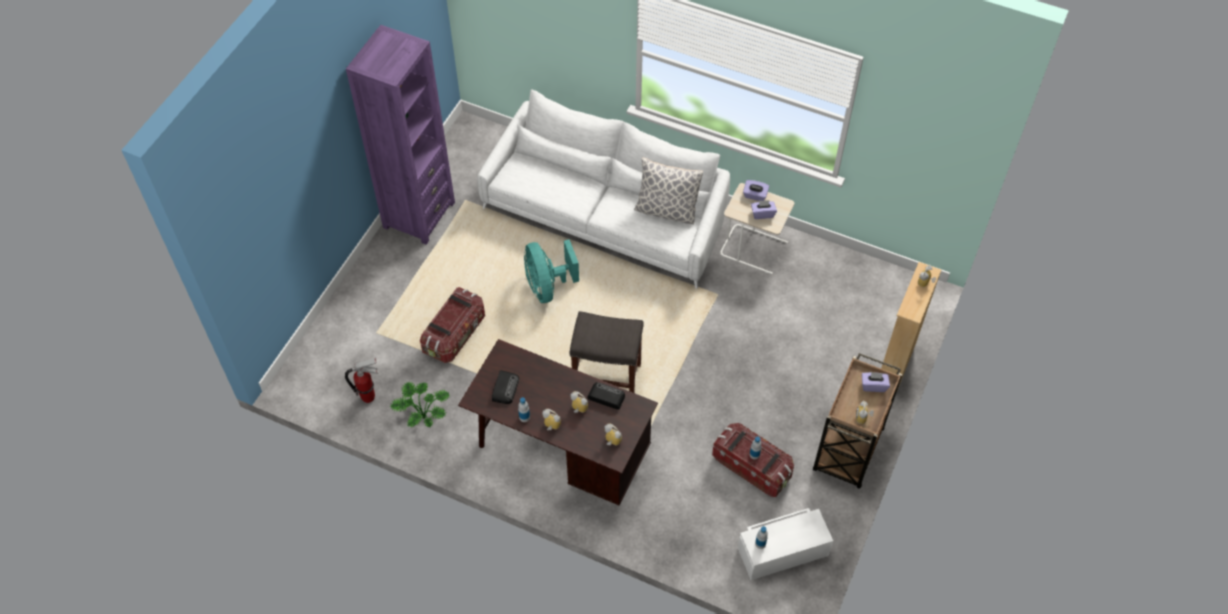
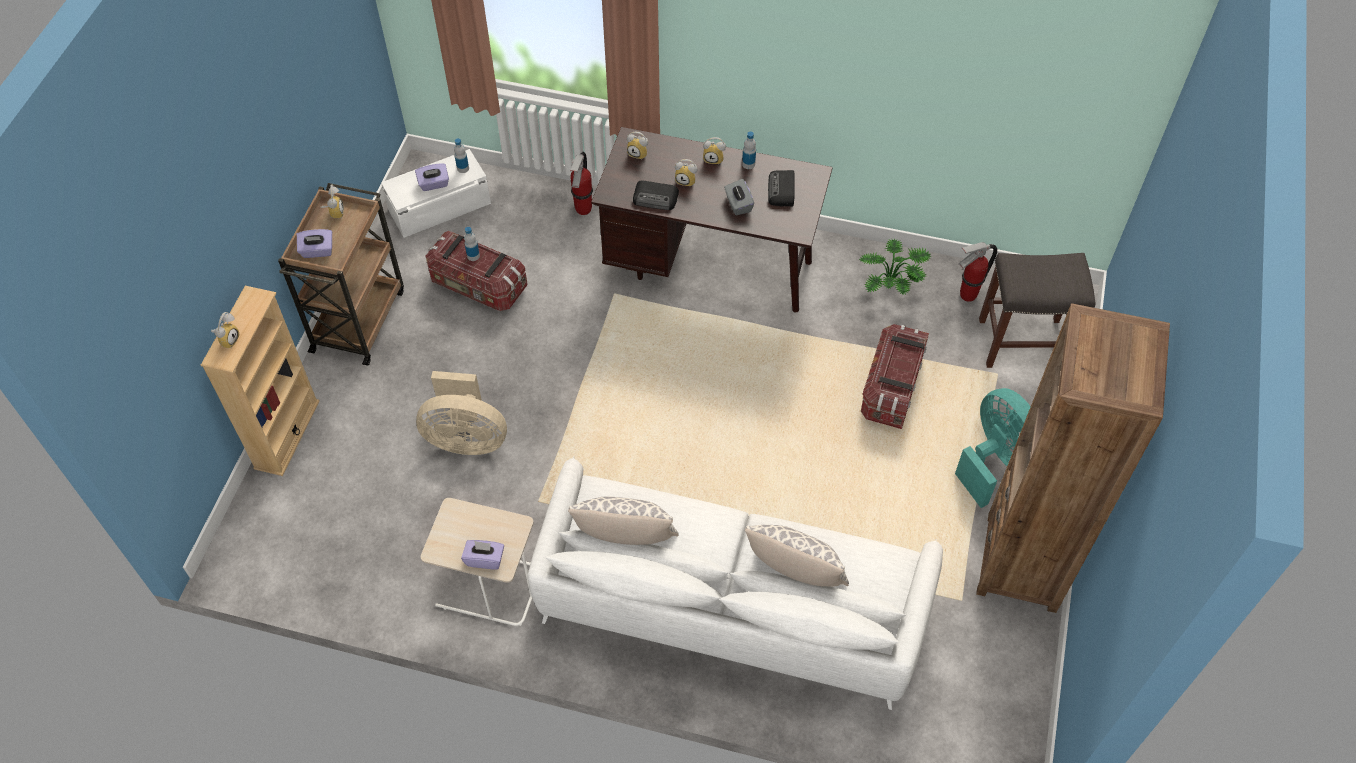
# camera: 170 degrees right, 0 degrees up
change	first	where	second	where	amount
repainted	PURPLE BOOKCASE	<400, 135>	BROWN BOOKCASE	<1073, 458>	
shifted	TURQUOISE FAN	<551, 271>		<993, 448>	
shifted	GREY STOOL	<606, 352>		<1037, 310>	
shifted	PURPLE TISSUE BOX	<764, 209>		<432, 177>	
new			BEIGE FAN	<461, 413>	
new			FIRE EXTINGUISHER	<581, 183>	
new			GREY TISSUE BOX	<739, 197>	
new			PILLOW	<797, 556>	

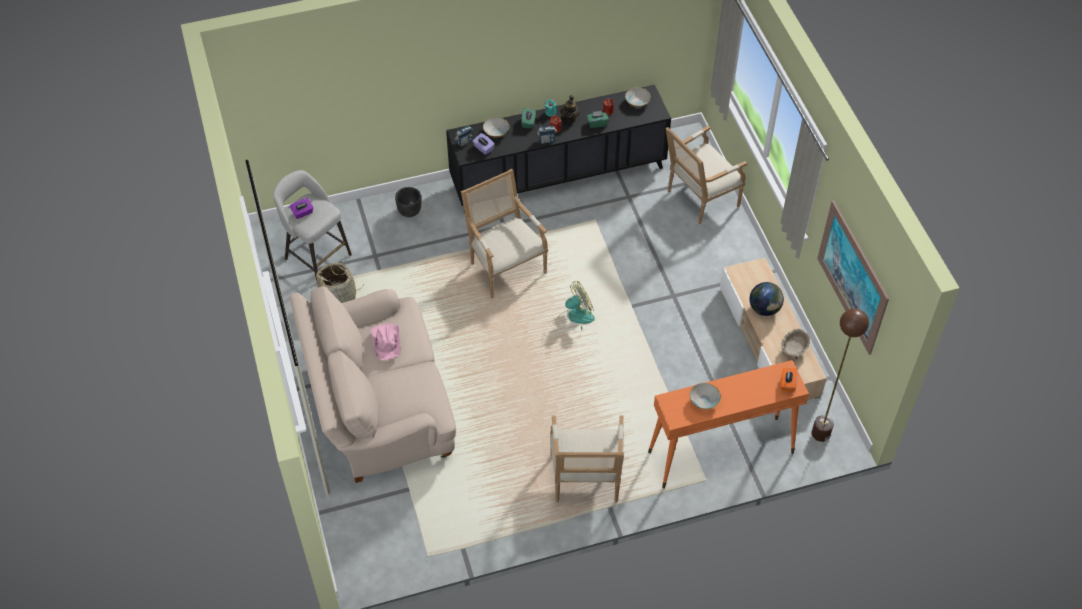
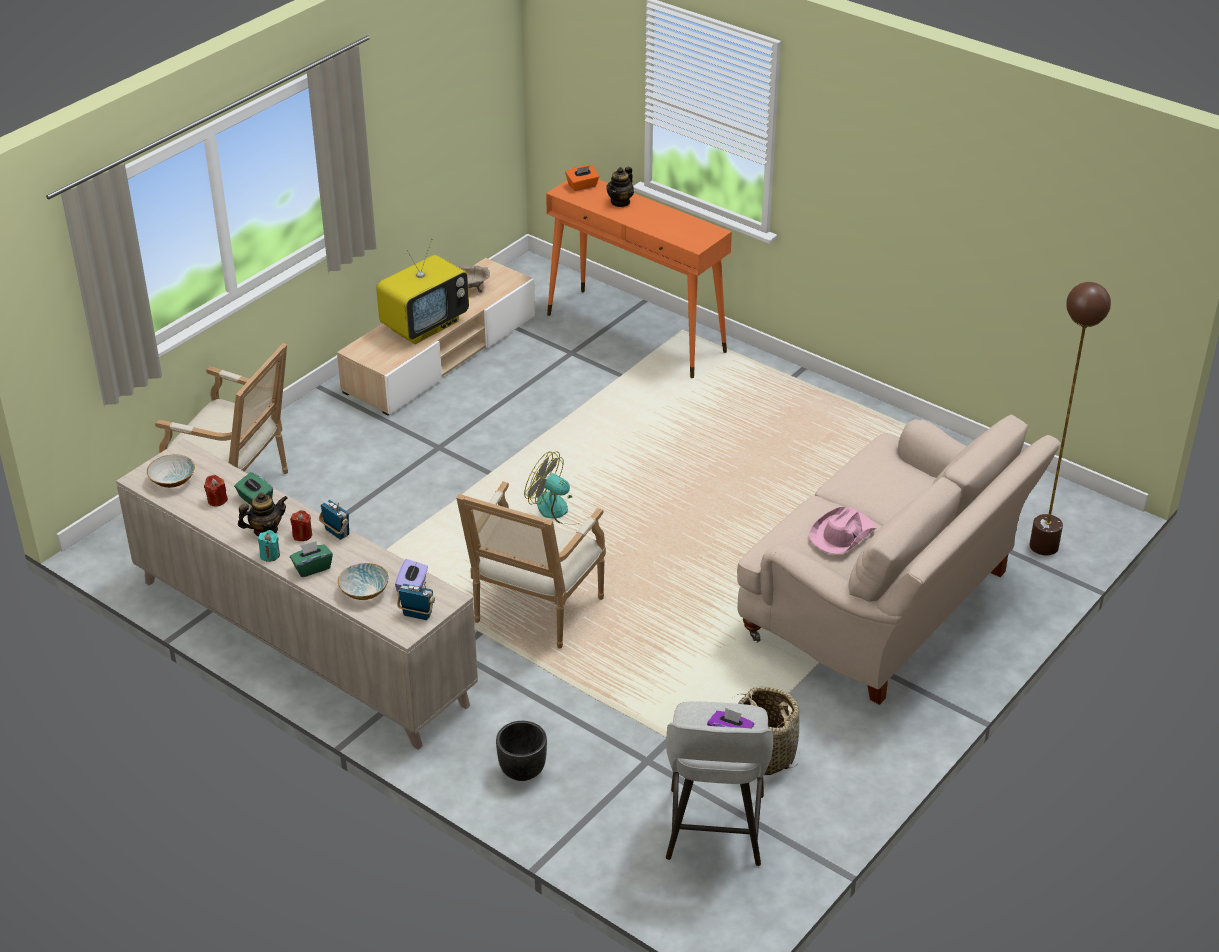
# camera: 125 degrees left, 15 degrees down
change	first	where	second	where	amount
repainted	BLACK CABINET	<558, 149>	BEIGE CABINET	<297, 594>	
gone	ARMCHAIR	<587, 458>			
gone	BOWL	<705, 396>			
swapped	GLOBE	<767, 299>	TELEVISION	<422, 291>	
shifted	BROWN FLOOR LAMP	<840, 375>		<1070, 418>	
gone	PICTURE	<853, 277>			
new			TEAPOT	<620, 187>	

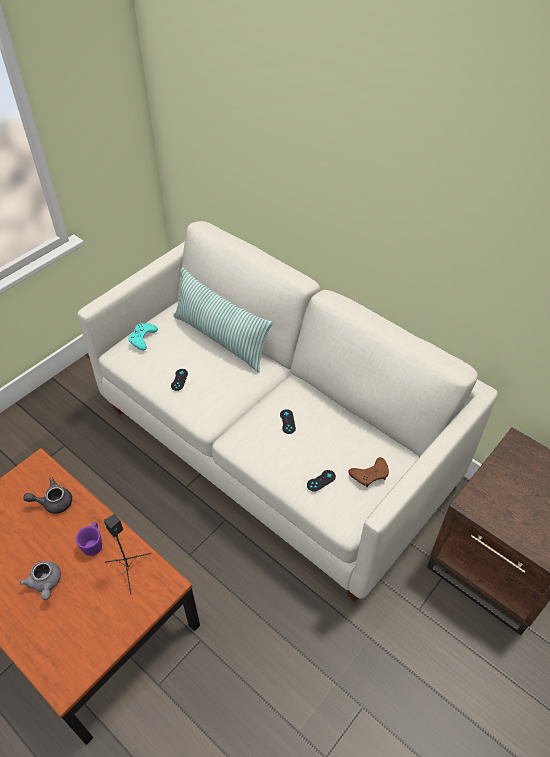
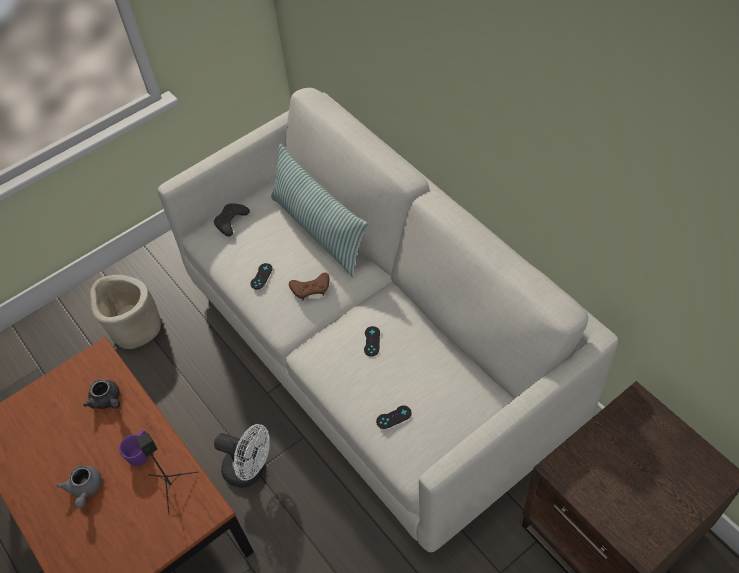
# camera: 15 degrees right, 5 degrees up
change	first	where	second	where	amount
rotated	GREY TEAPOT	<47, 496>		<102, 394>	135 degrees counterclockwise
repainted	TURQUOISE GAME CONTROLLER	<143, 337>	GREY GAME CONTROLLER	<232, 220>	
shifted	BROWN GAME CONTROLLER	<368, 472>		<309, 287>	
new			BEIGE PLANTER	<125, 312>	
new			WHITE FAN	<242, 456>	

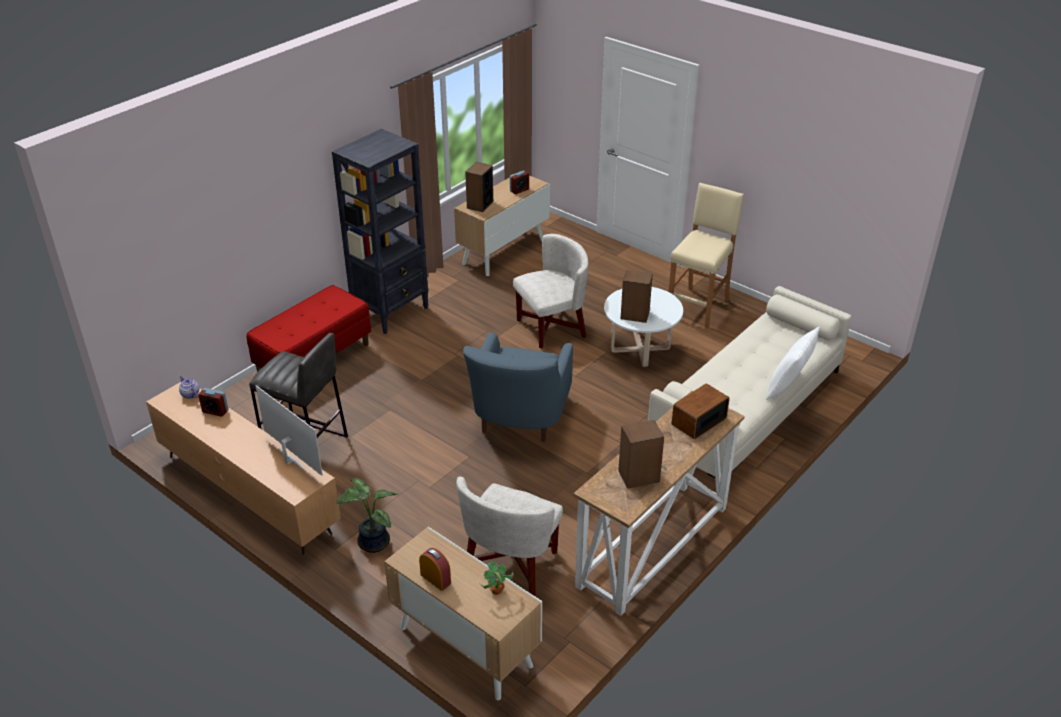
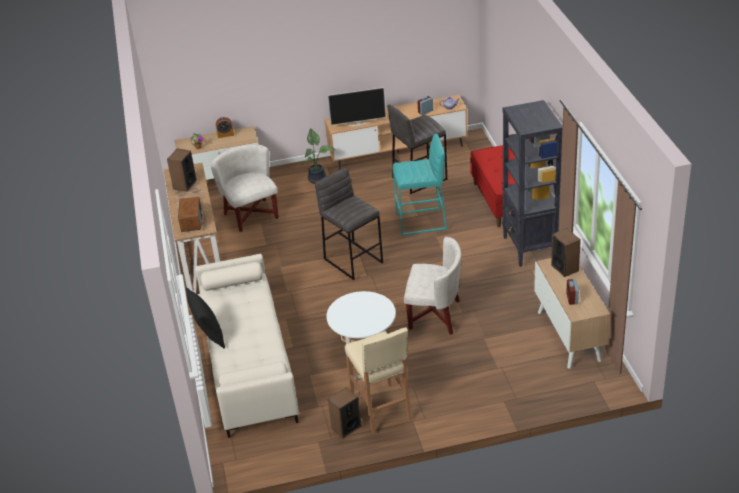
# camera: 130 degrees right, 0 degrees up
change	first	where	second	where	amount
swapped	BLUE ARMCHAIR	<518, 387>	GREY STOOL	<349, 223>	
rotated	WHITE ARMCHAIR	<550, 291>		<432, 286>	90 degrees counterclockwise
shifted	SPEAKER	<637, 296>		<344, 412>	
repainted	WHITE PILLOW	<793, 363>	BLACK PILLOW	<205, 318>	
new			TURQUOISE STOOL	<420, 185>	

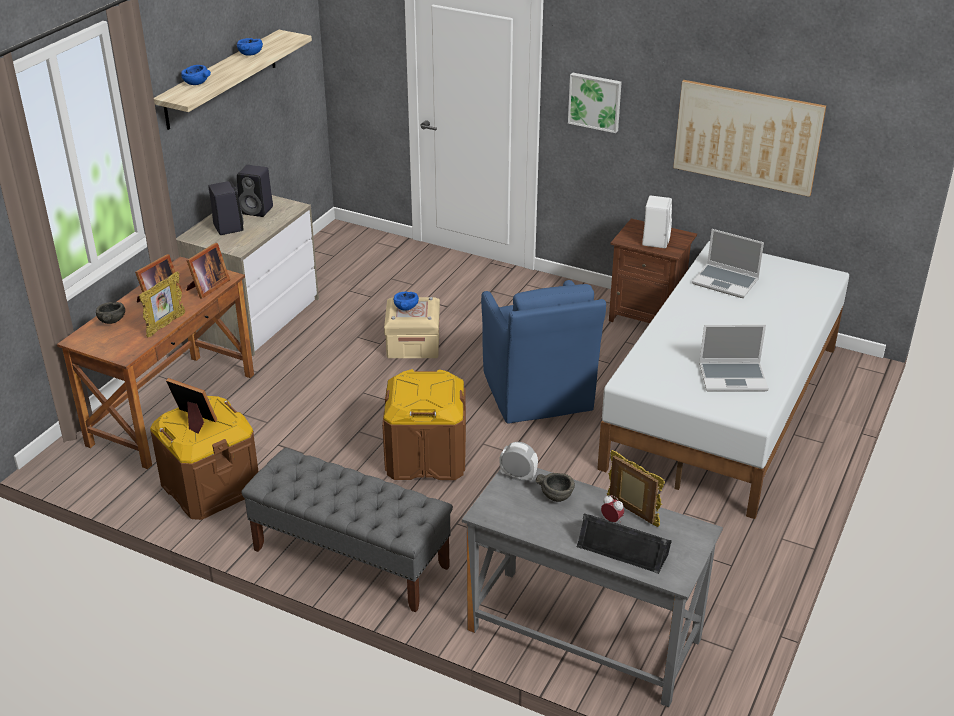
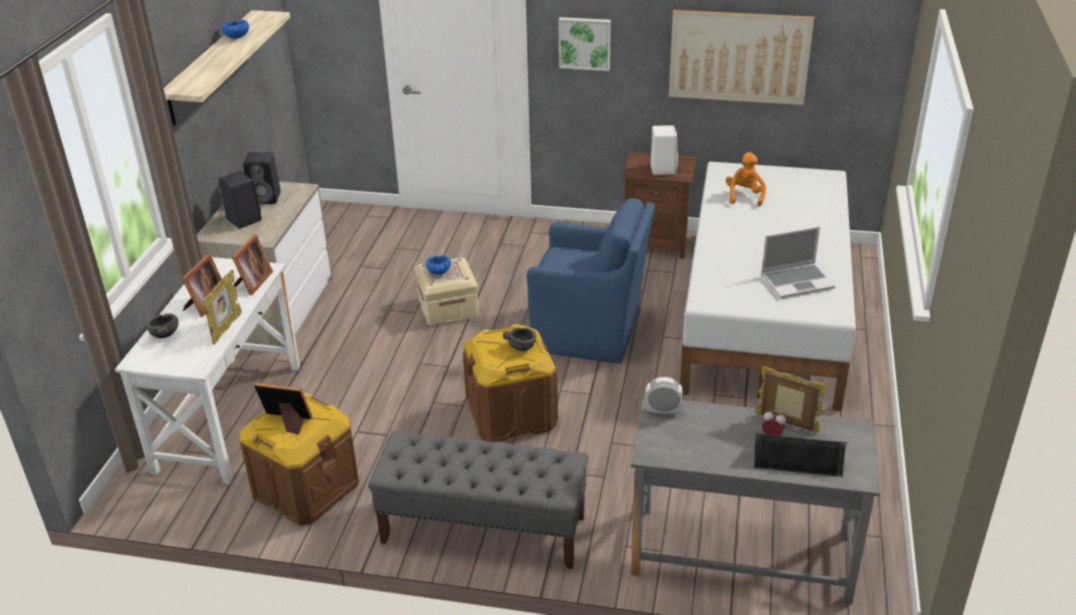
# camera: 15 degrees left, 0 degrees up
change	first	where	second	where	amount
repainted	BROWN DESK	<155, 363>	WHITE DESK	<207, 370>	
gone	BLUE BOWL	<196, 75>			
rotated	BLUE ARMCHAIR	<543, 352>		<591, 281>	45 degrees counterclockwise
shifted	GREY BOWL	<555, 487>		<519, 339>	
swapped	LAPTOP	<728, 263>	ORANGE PLUSH TOY	<746, 179>	

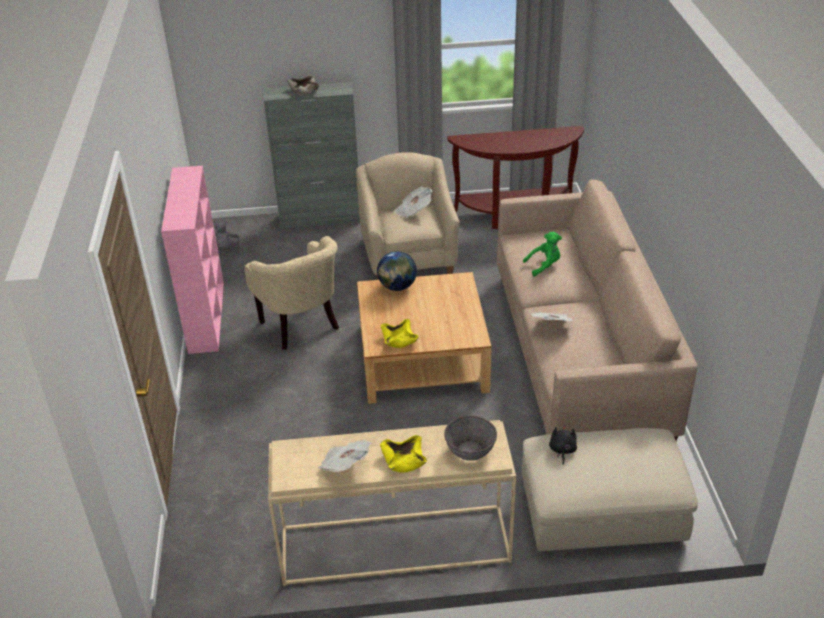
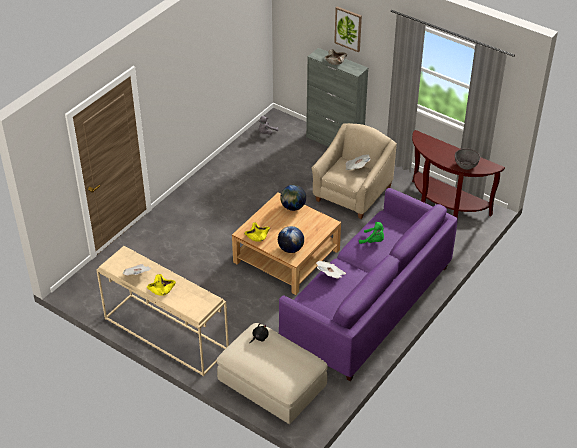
# camera: 40 degrees right, 5 degrees up
change	first	where	second	where	amount
gone	PINK BOOKCASE	<192, 260>			
gone	BEIGE ARMCHAIR	<291, 293>			
shifted	GREY BOWL	<470, 438>		<467, 159>	
repainted	BEIGE SOFA	<597, 310>	PURPLE SOFA	<368, 284>	
new			GLOBE	<291, 239>	
new			PICTURE	<348, 29>	

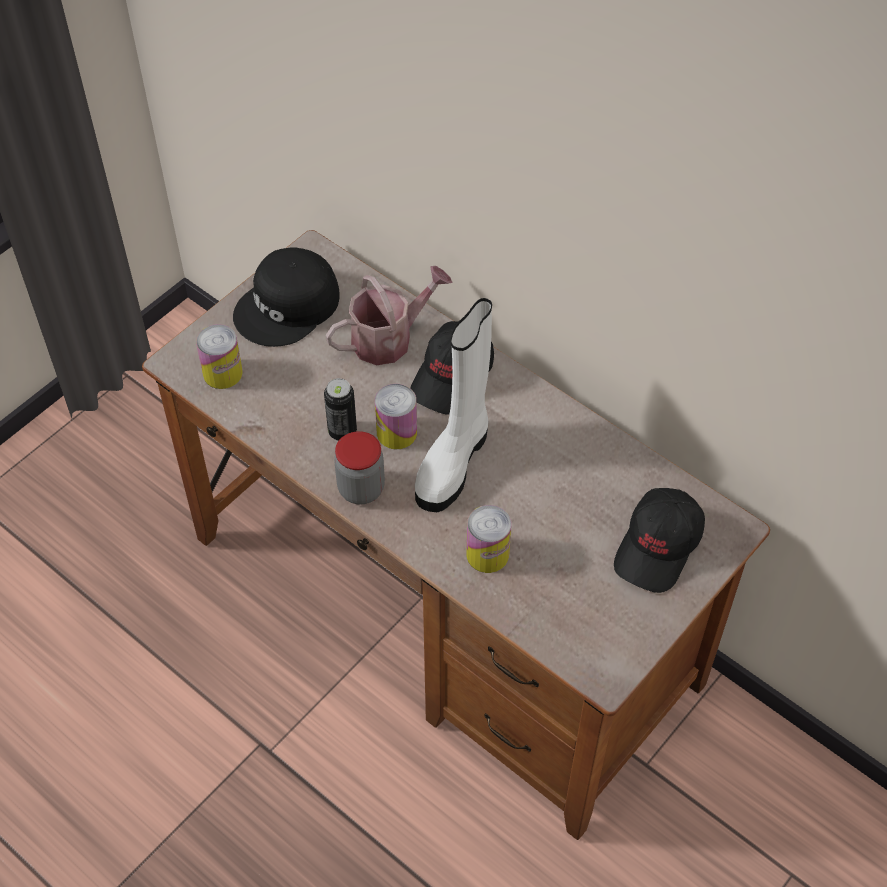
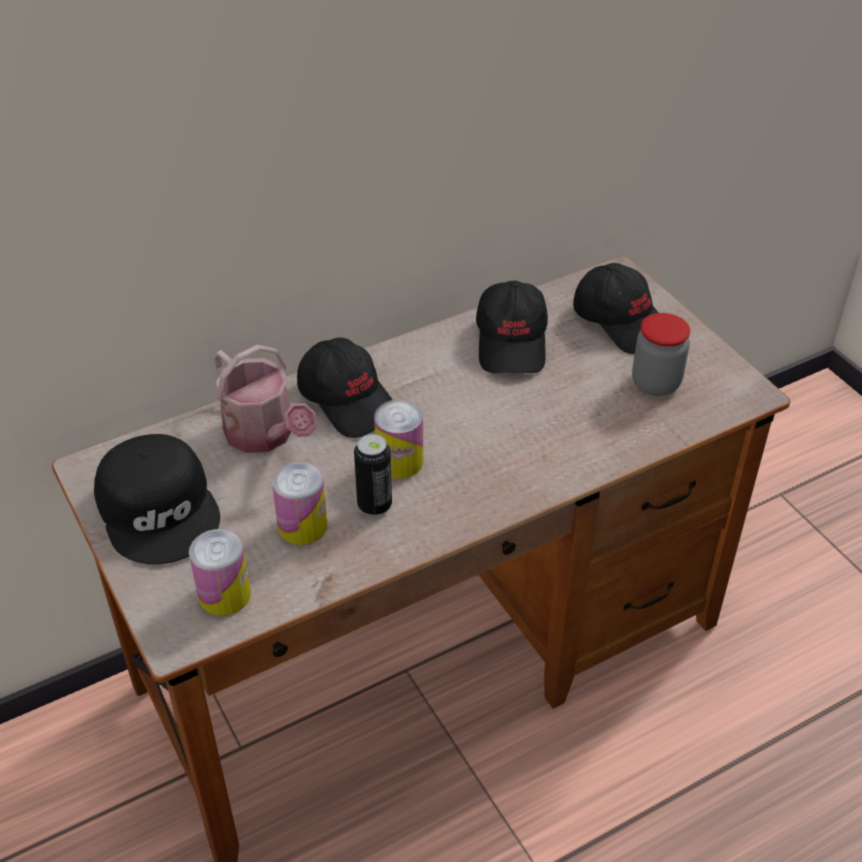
# camera: 70 degrees left, 10 degrees down
change	first	where	second	where	amount
rotated	WATERING CAN	<389, 315>		<265, 399>	150 degrees clockwise
shifted	JAR	<359, 467>		<661, 354>	
gone	WHITE BOOT	<453, 405>			
shifted	CAN	<488, 539>		<300, 503>	
new			BLACK CAP	<512, 327>	

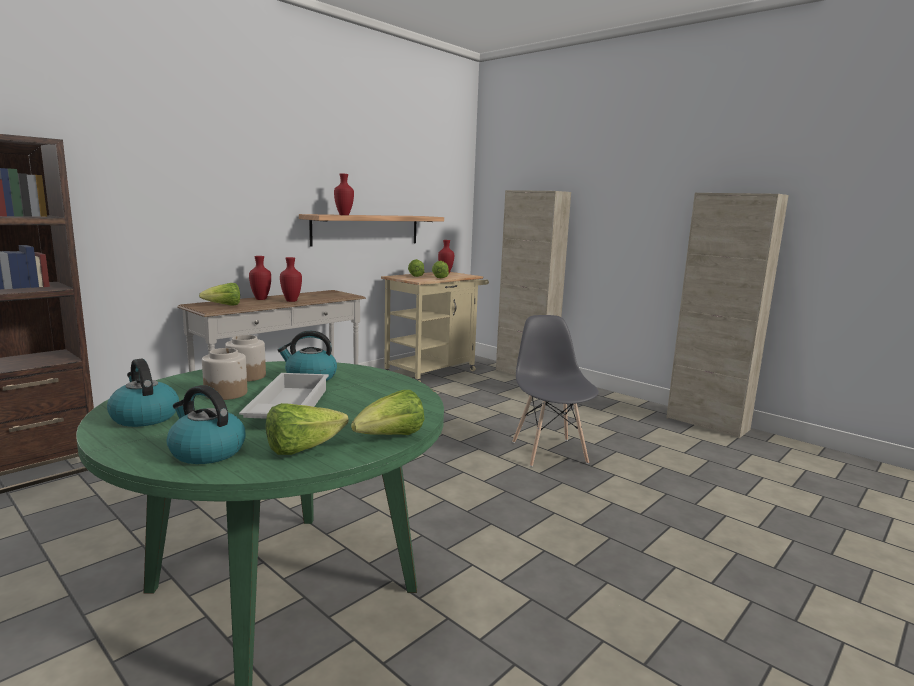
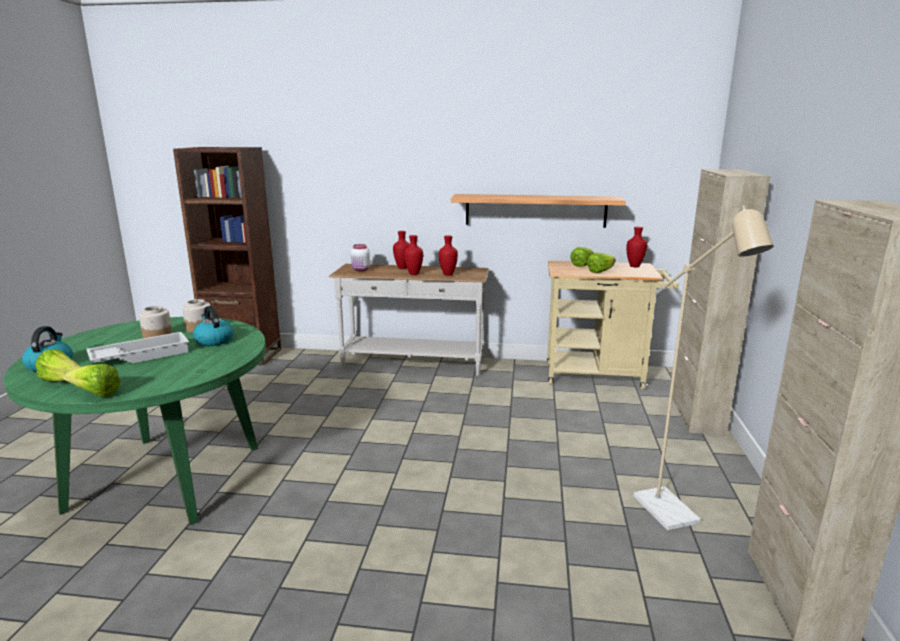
# camera: 55 degrees right, 5 degrees up
change	first	where	second	where	amount
gone	KETTLE	<143, 393>			
swapped	LETTUCE	<219, 294>	WHITE JAR	<360, 257>	
shifted	RED VASE	<344, 194>		<448, 255>	
gone	GREY CHAIR	<555, 391>			
new			BEIGE FLOOR LAMP	<703, 367>	

